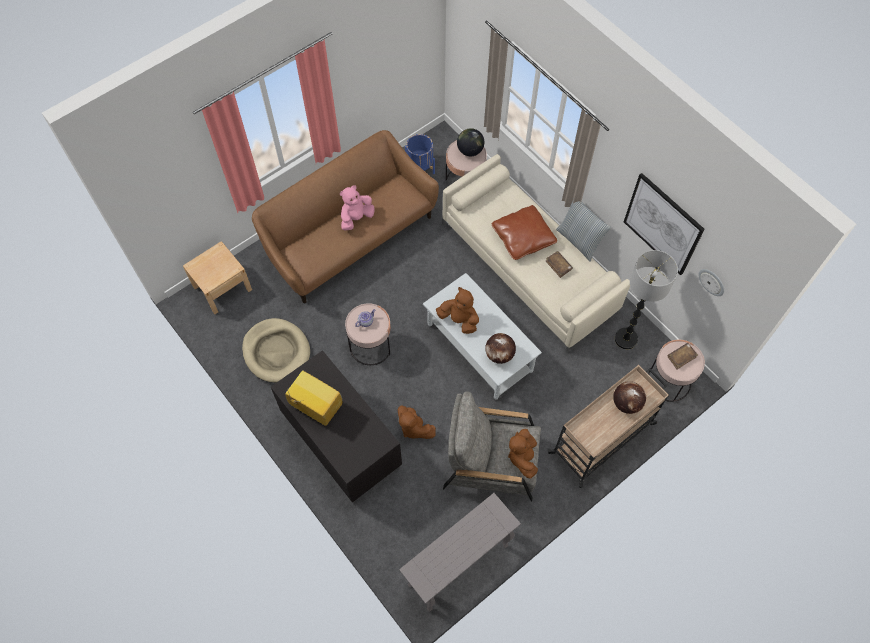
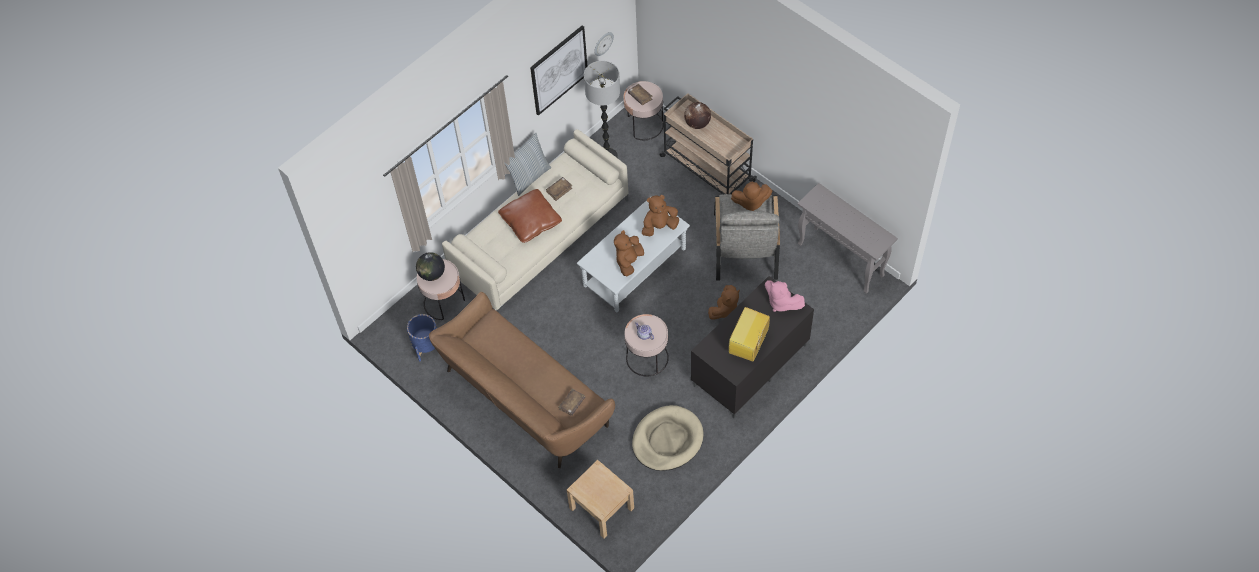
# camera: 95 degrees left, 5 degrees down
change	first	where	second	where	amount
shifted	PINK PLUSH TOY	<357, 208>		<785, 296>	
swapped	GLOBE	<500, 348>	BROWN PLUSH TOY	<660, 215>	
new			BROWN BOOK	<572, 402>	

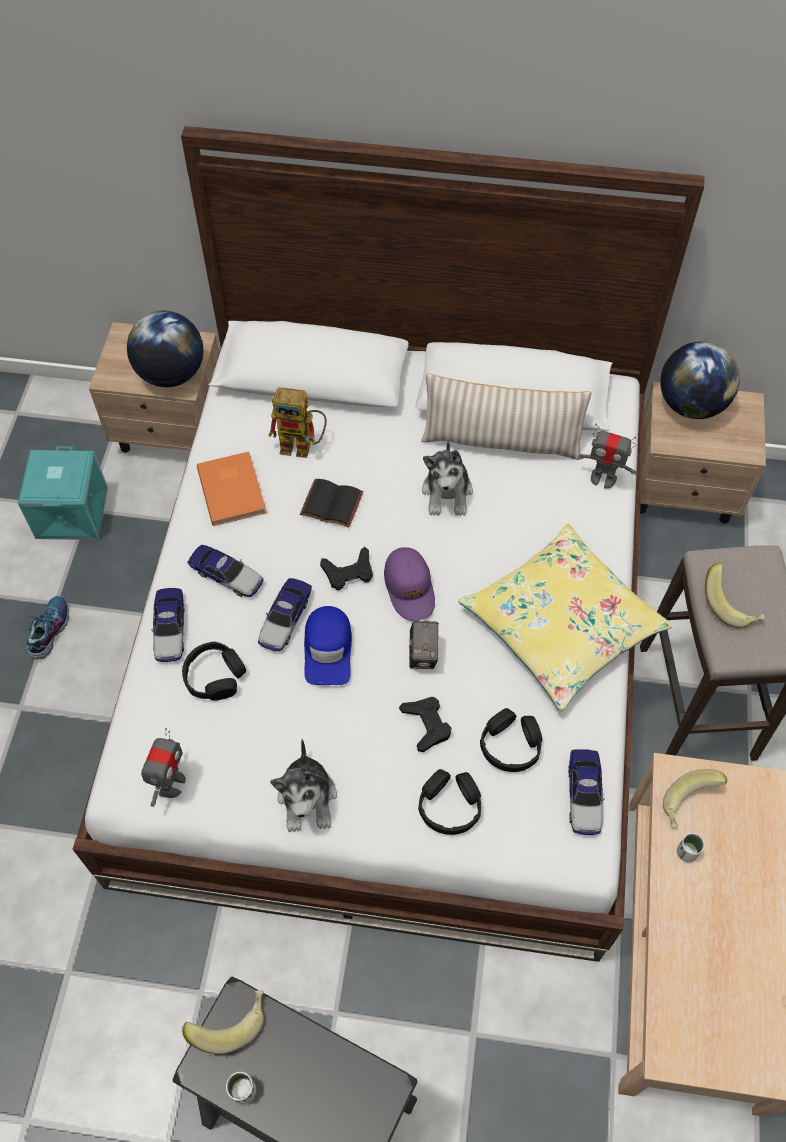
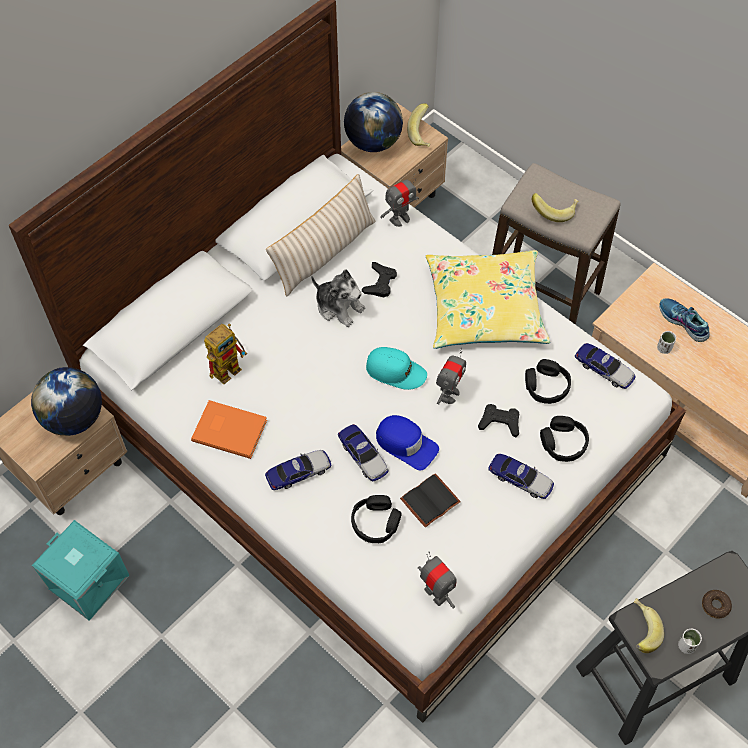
# camera: 55 degrees left, 0 degrees up
change	first	where	second	where	amount
shifted	SHOE	<47, 627>		<684, 320>	
shifted	TOY CAR	<168, 625>		<521, 476>	
gone	PLUSH TOY	<303, 785>			
shifted	BLACK BOOK	<331, 503>		<430, 500>	
shifted	BLACK GAME CONTROLLER	<346, 568>		<379, 280>	
repainted	PURPLE CAP	<409, 584>	TURQUOISE CAP	<396, 368>	
swapped	PHOTO CAMERA	<424, 645>	TOY ROBOT	<451, 376>	
shifted	BANANA	<695, 798>		<418, 125>	
new			DONUT	<717, 604>	

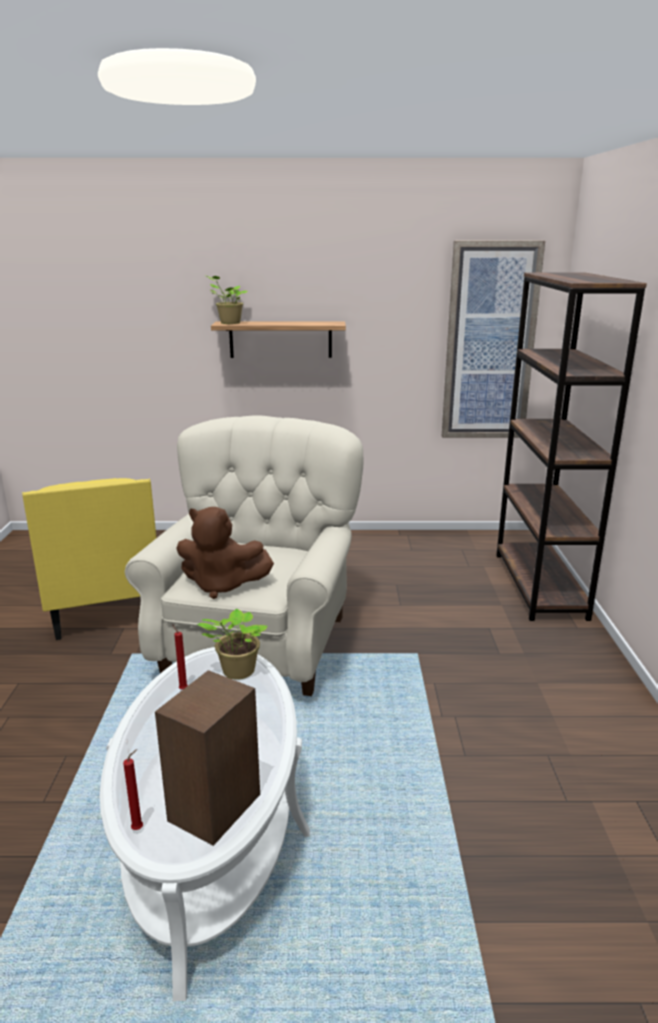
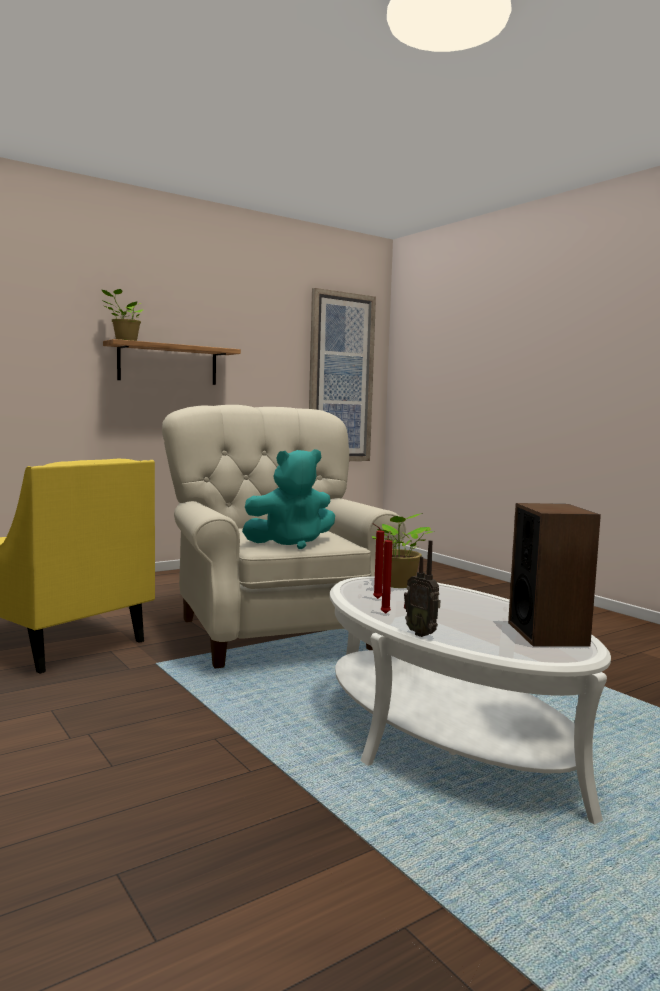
# camera: 35 degrees left, 15 degrees down
change	first	where	second	where	amount
shifted	RED CANDLE	<133, 789>		<387, 572>	
repainted	BROWN PLUSH TOY	<225, 553>	TURQUOISE PLUSH TOY	<288, 499>	
gone	BROWN BOOKCASE	<571, 446>			
new			RADIO	<422, 588>	

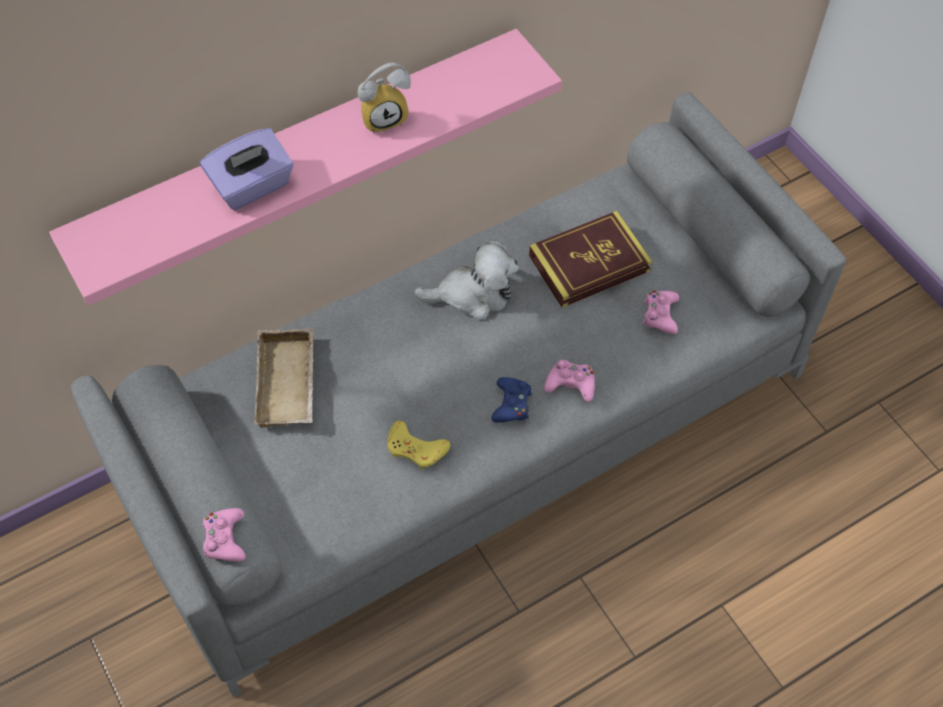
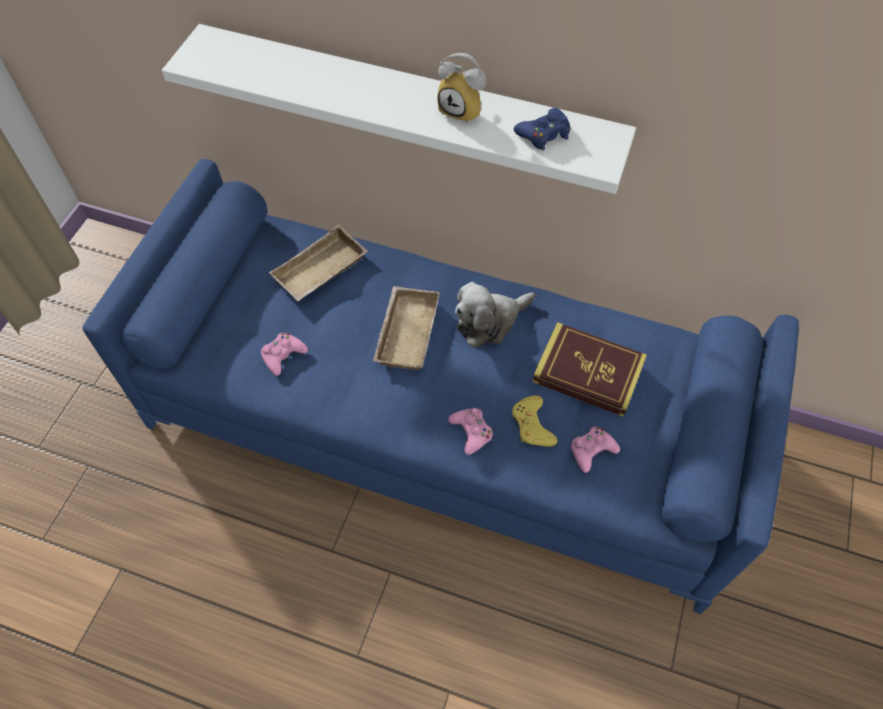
# camera: 50 degrees right, 0 degrees up
change	first	where	second	where	amount
repainted	PINK SHELF	<305, 167>	WHITE SHELF	<399, 109>	
repainted	GREY SOFA	<458, 394>	BLUE SOFA	<440, 386>	
gone	PURPLE TISSUE BOX	<246, 169>			
shifted	PINK GAME CONTROLLER	<224, 534>		<284, 354>	
shifted	YELLOW GAME CONTROLLER	<418, 445>		<534, 421>	
rotated	PLUSH TOY	<466, 280>		<495, 314>	105 degrees clockwise
shifted	BLUE GAME CONTROLLER	<511, 399>		<542, 129>	
new			BEIGE TRAY	<406, 328>	

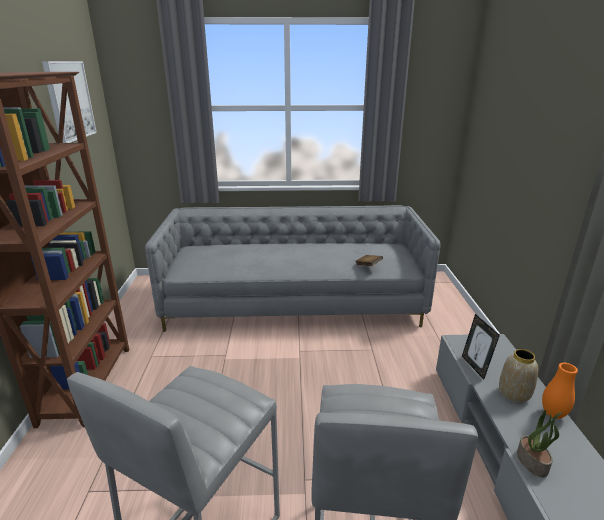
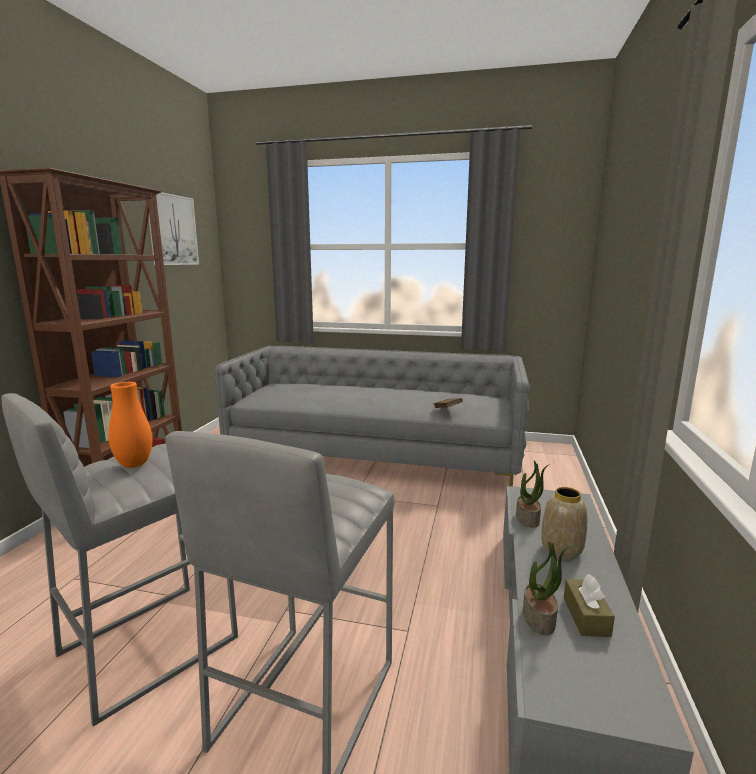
# camera: 15 degrees right, 10 degrees down
change	first	where	second	where	amount
swapped	PICTURE FRAME	<481, 347>	POTTED PLANT	<533, 494>	
shifted	ORANGE VASE	<560, 391>		<130, 425>	
new			BROWN TISSUE BOX	<589, 605>	

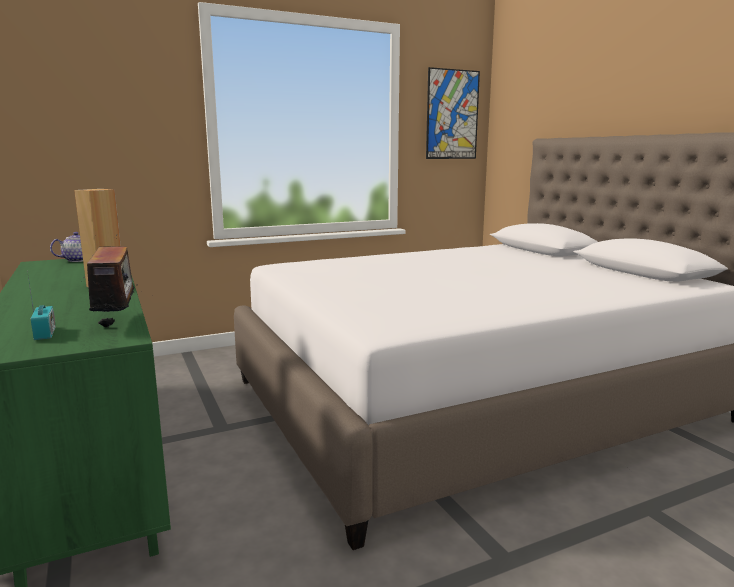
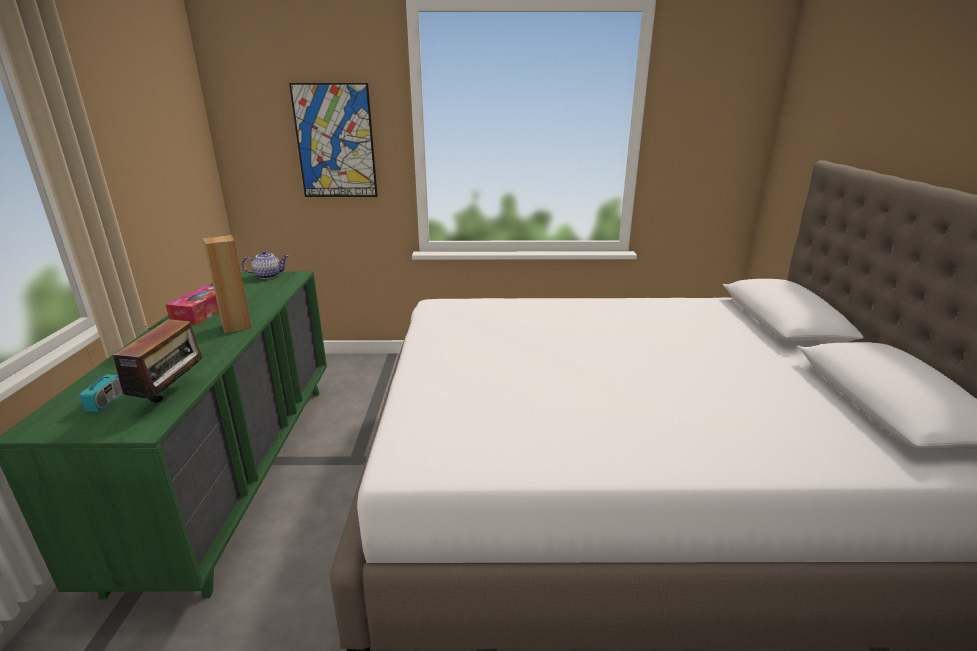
# camera: 25 degrees right, 10 degrees up
change	first	where	second	where	amount
shifted	PICTURE	<453, 113>		<333, 140>	
new			TISSUE BOX	<192, 305>	

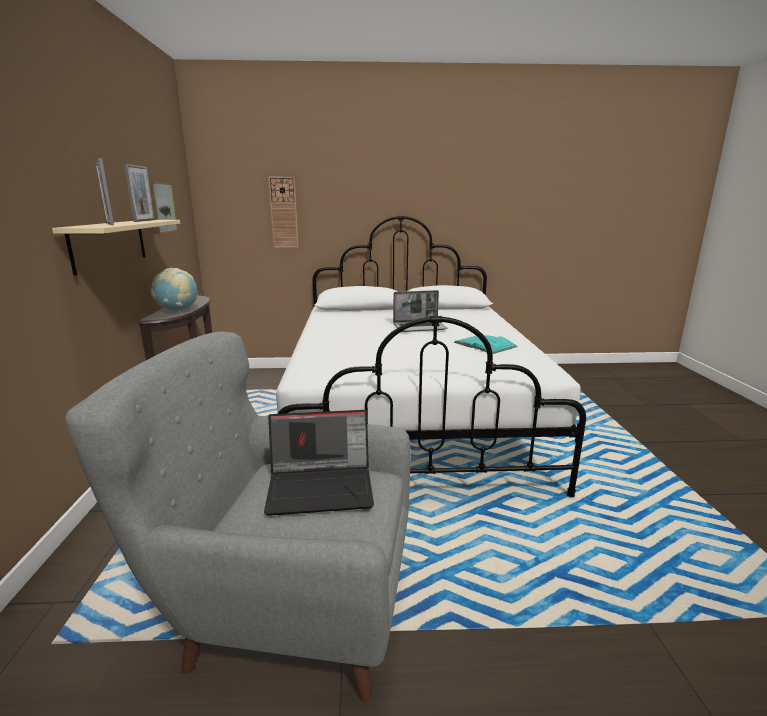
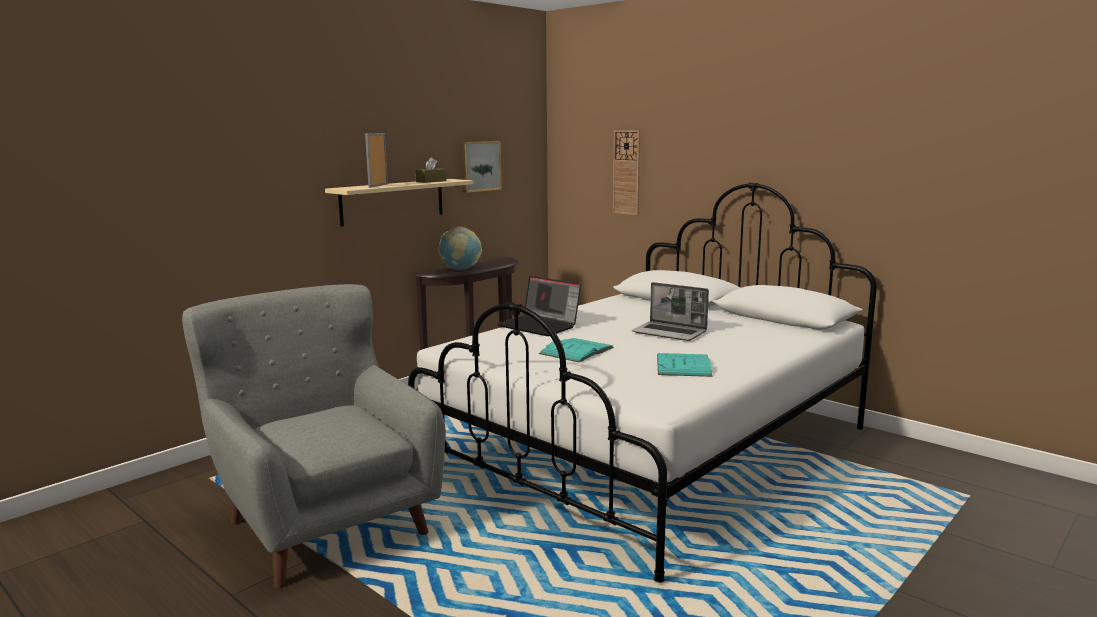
# camera: 45 degrees right, 5 degrees down
change	first	where	second	where	amount
swapped	PICTURE FRAME	<139, 193>	BROWN TISSUE BOX	<430, 170>	
shifted	LAPTOP	<319, 463>		<539, 306>	
new			TURQUOISE BOOK	<576, 350>	

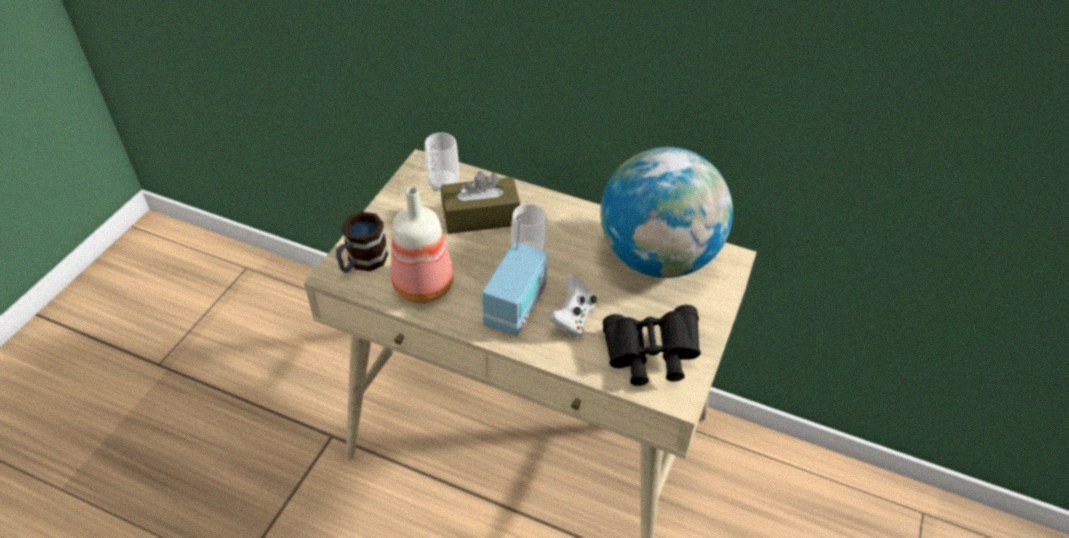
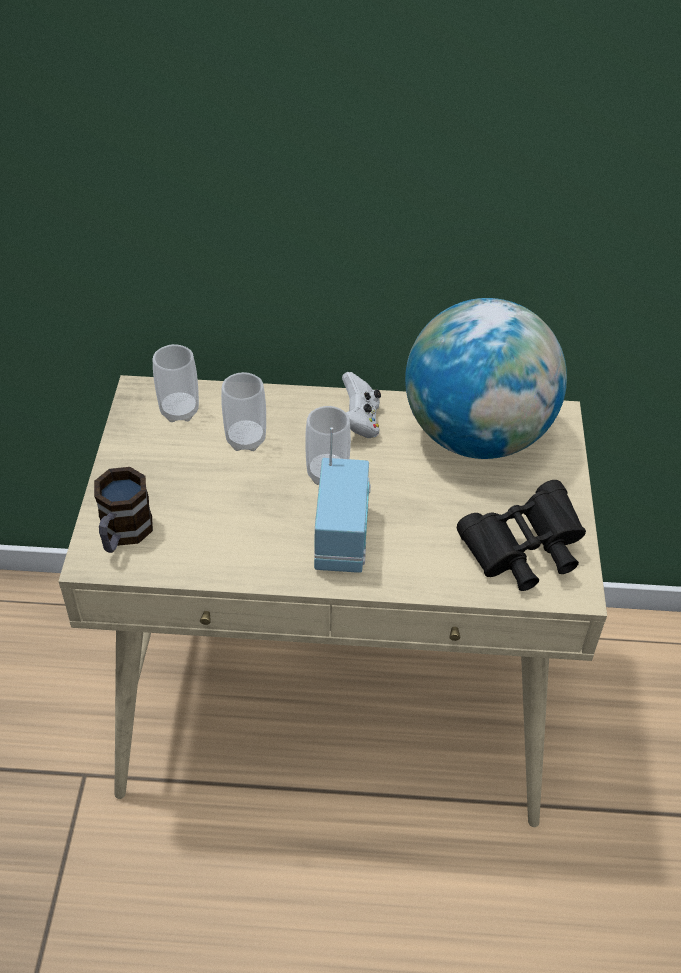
# camera: 20 degrees left, 0 degrees up
change	first	where	second	where	amount
gone	BOTTLE	<422, 245>			
swapped	BROWN TISSUE BOX	<480, 202>	CUP	<243, 411>	
shifted	WHITE GAME CONTROLLER	<572, 306>		<361, 405>	

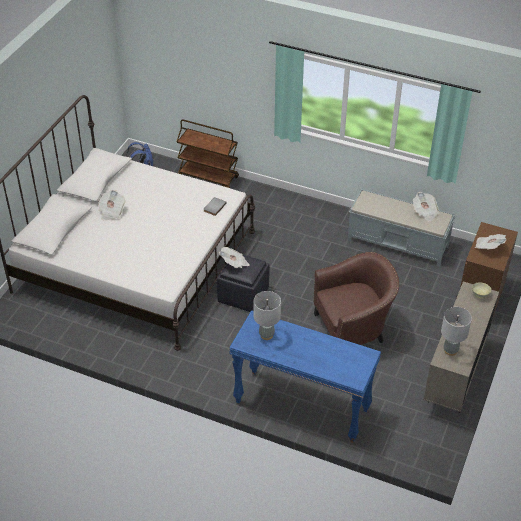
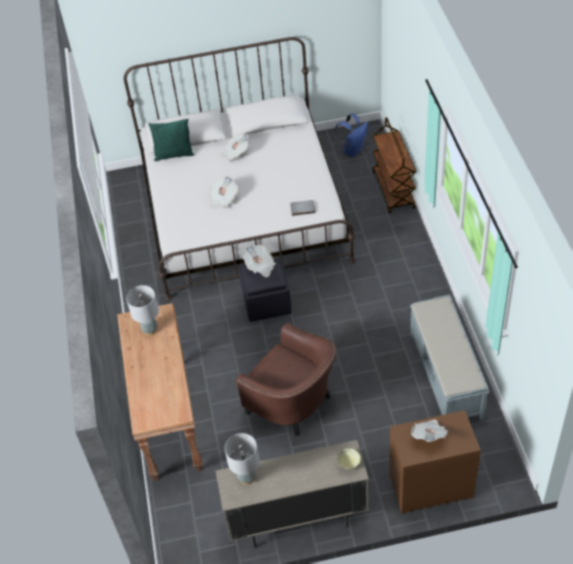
# camera: 60 degrees right, 5 degrees up
change	first	where	second	where	amount
repainted	BLUE CONSOLE TABLE	<305, 376>	BROWN CONSOLE TABLE	<160, 392>	
shifted	NEWSPAPER	<426, 207>		<224, 192>	
new			GREEN PILLOW	<171, 140>	

